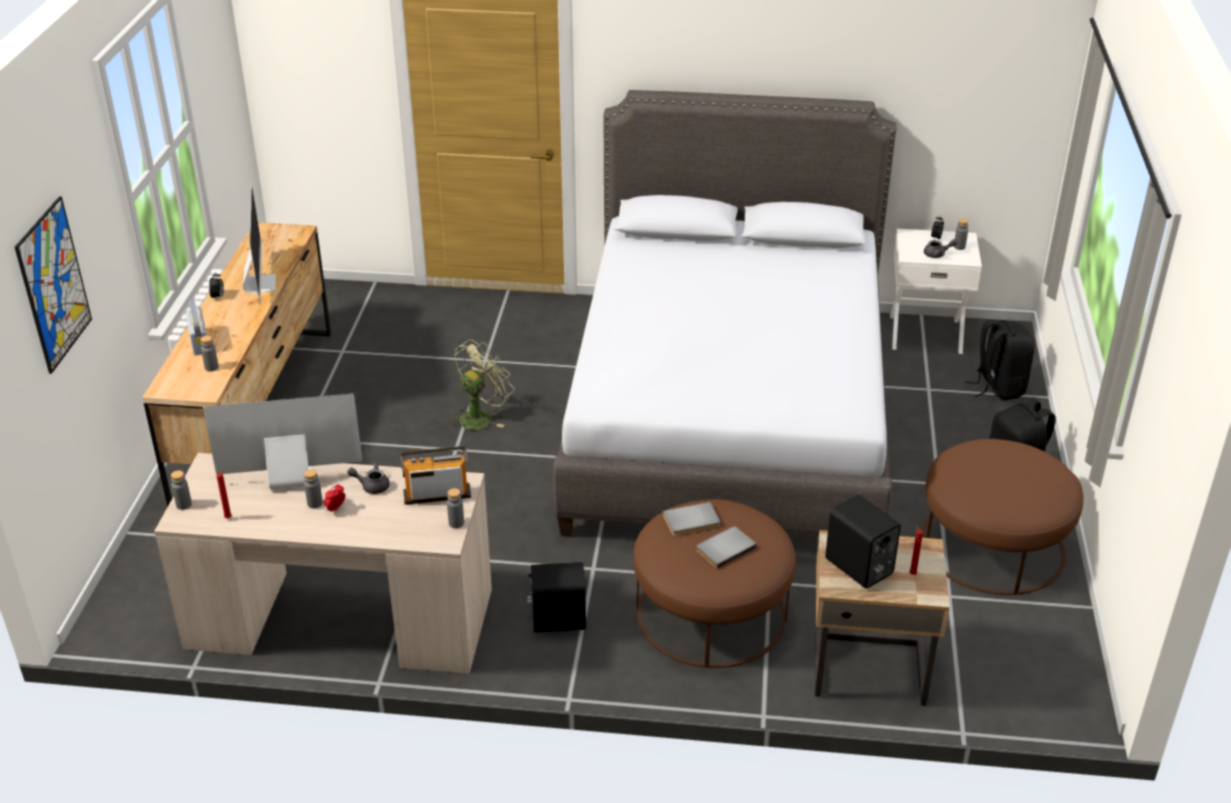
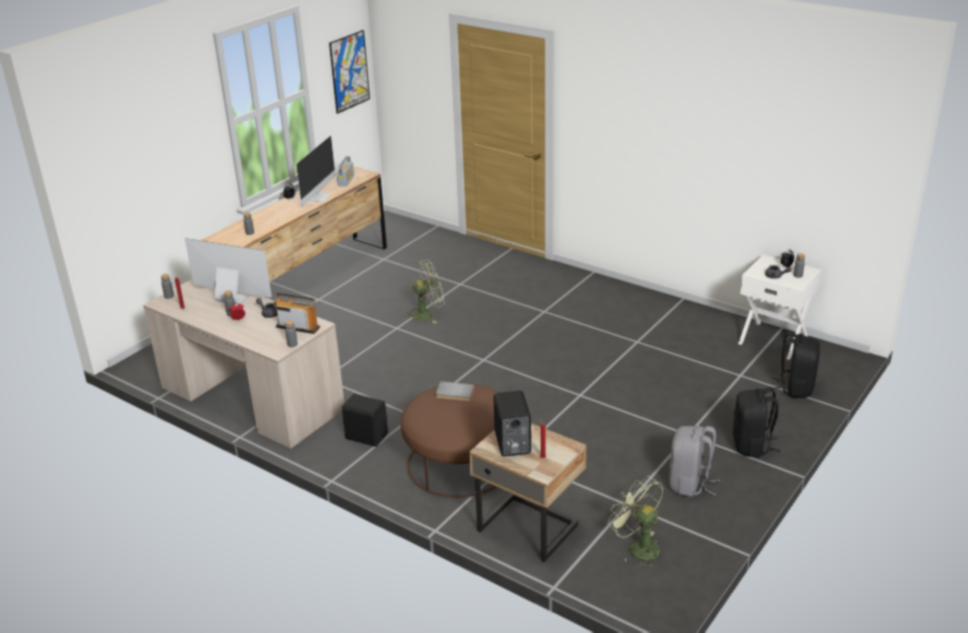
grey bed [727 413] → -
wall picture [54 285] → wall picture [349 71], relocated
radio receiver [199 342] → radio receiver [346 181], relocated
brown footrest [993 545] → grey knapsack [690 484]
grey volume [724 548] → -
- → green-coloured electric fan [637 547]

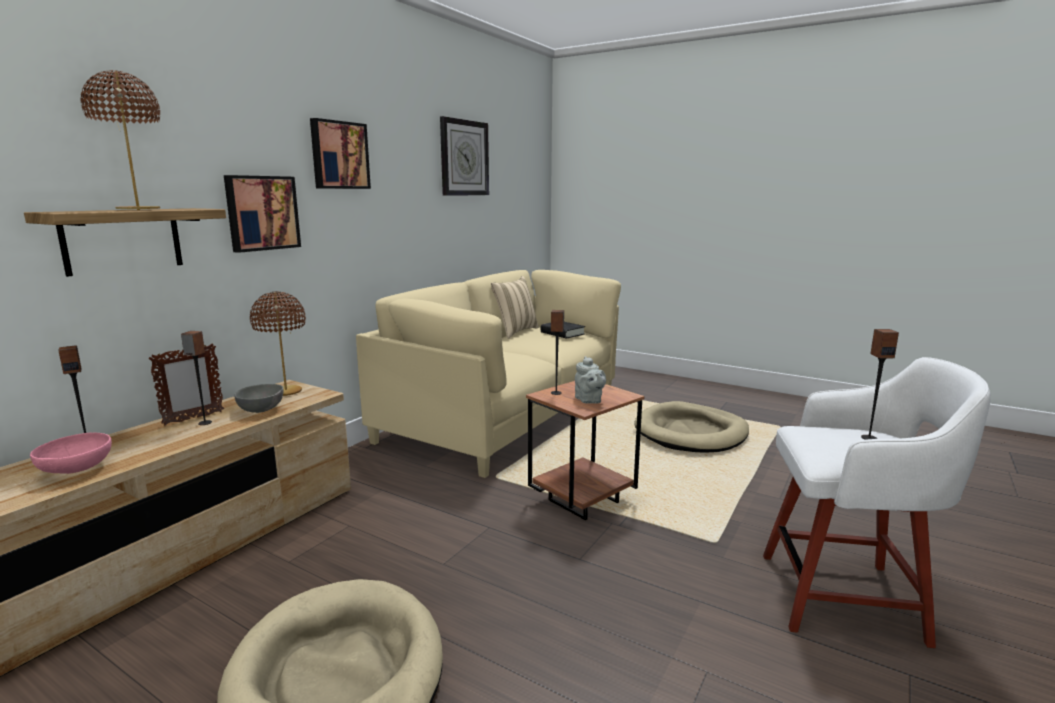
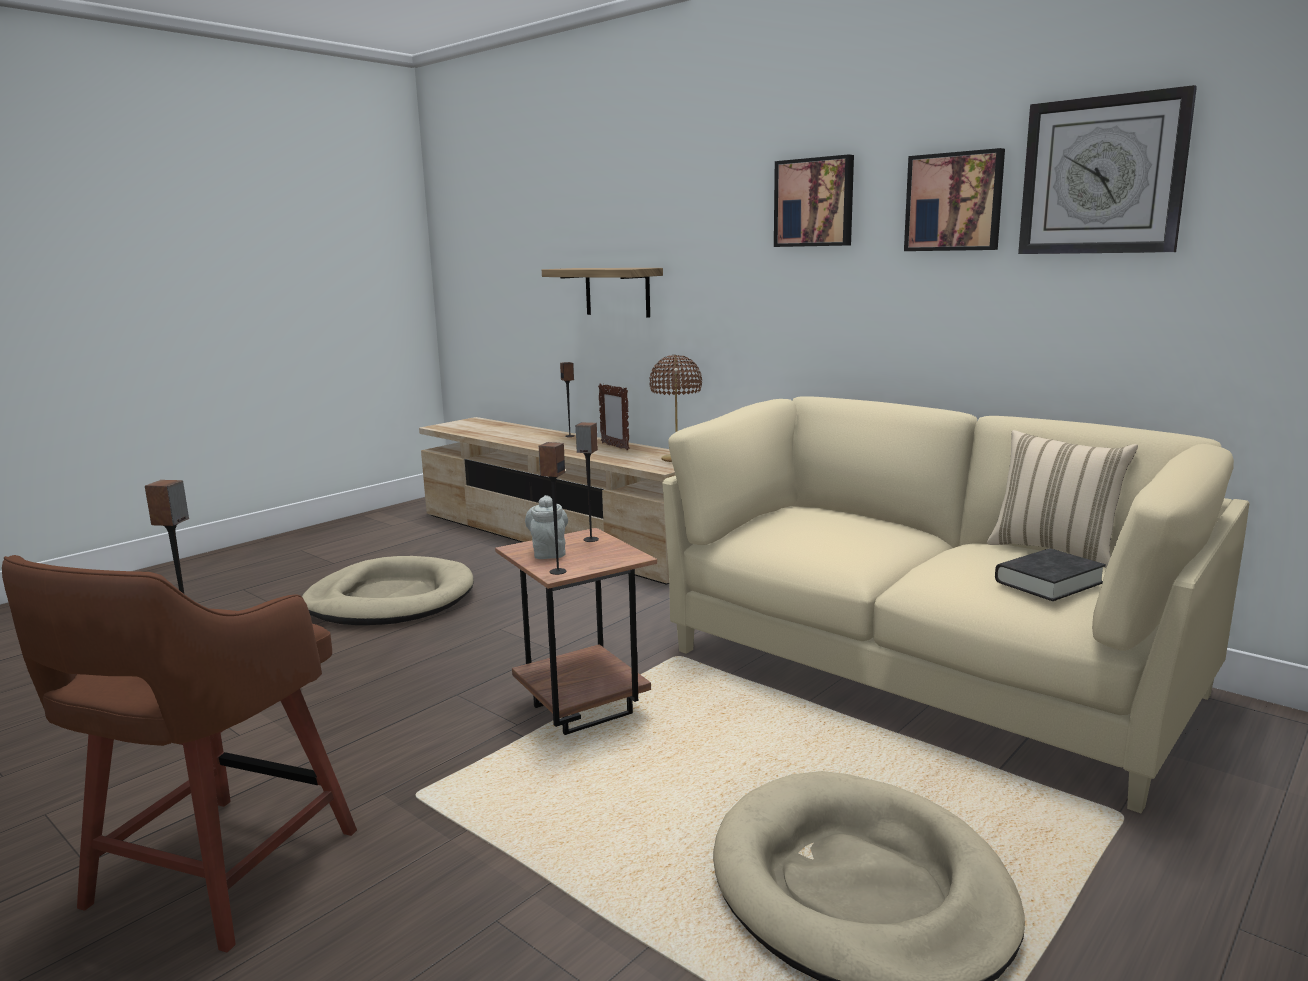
brown tabletop lamp [138 209] → -
wall picture [261 213] → wall picture [954 202], relocated
speaker [204 423] → speaker [557 571], relocated
grey pot for tea [589 400] → grey pot for tea [548 552], 90 degrees clockwise
white-coloured sitting stool [846 598] → brown sitting stool [216 873]
grey bowl [262 410] → -
pinkish bowl [77 470] → -

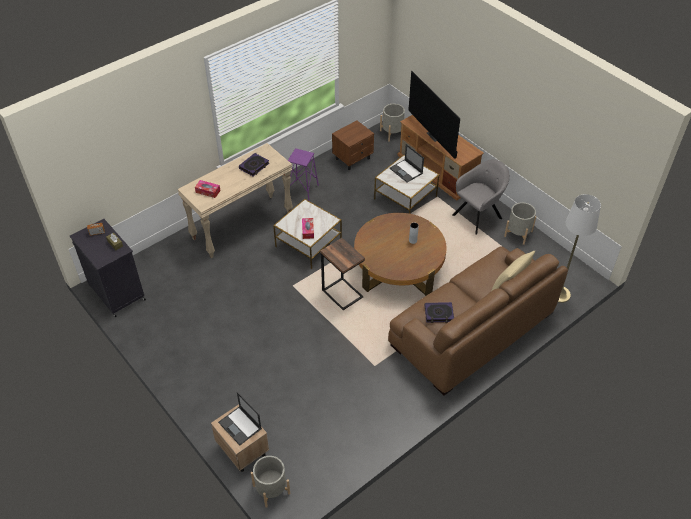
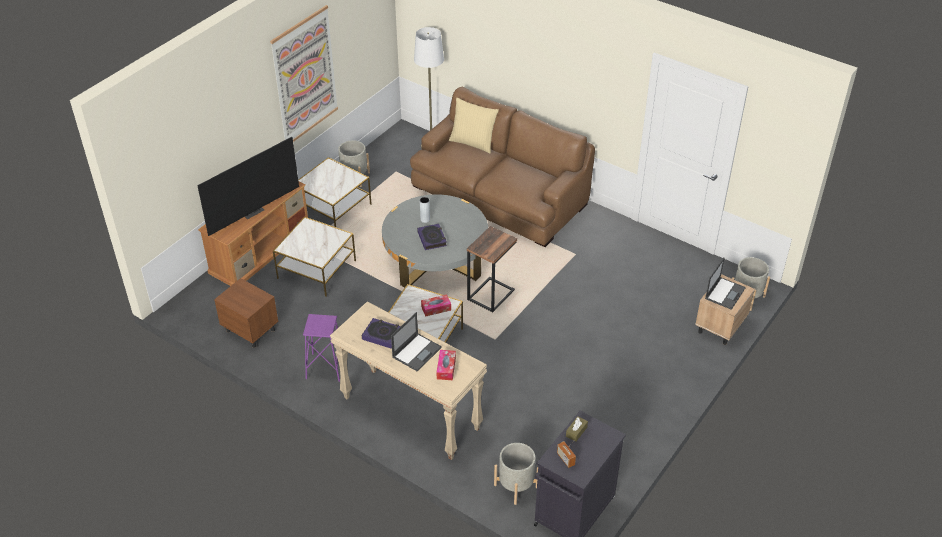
grey planter [392 133] → grey planter [516 486], relocated
notebook computer [406 171] → notebook computer [417 352], relocated
grey armchair [478 215] → accent table [333 208]
brown coffee table [398 268] → grey coffee table [435 258]
volume [439 314] → volume [432 239], relocated
- → wall picture [305 76]

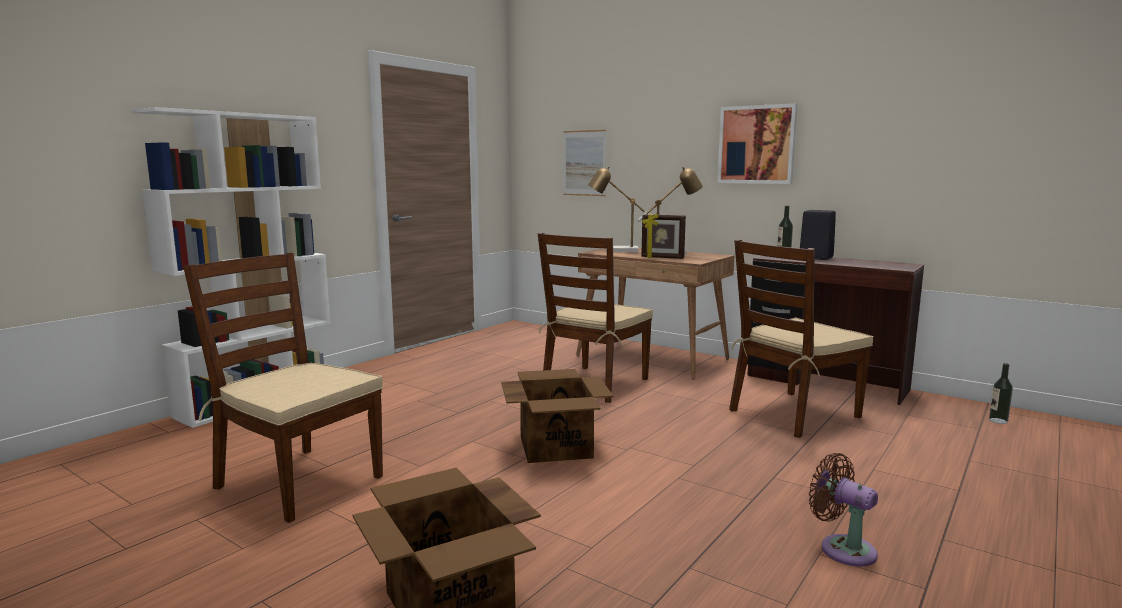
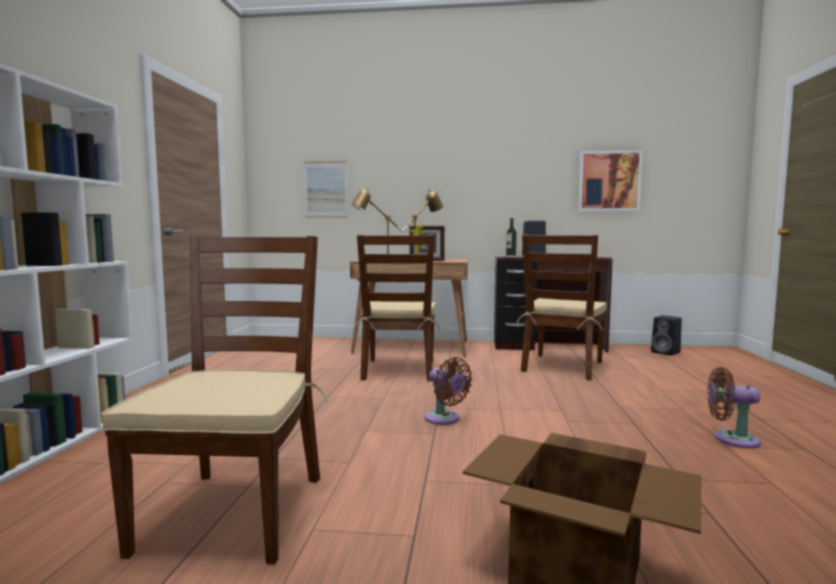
wall picture [756 144] → wall picture [609 181], relocated
brown plain chair [298 481] → brown plain chair [234 512], 90 degrees clockwise
drink bottle [998 421] → black speaker [666 352]
cardboard box [556 446] → brown electric fan [445 419]

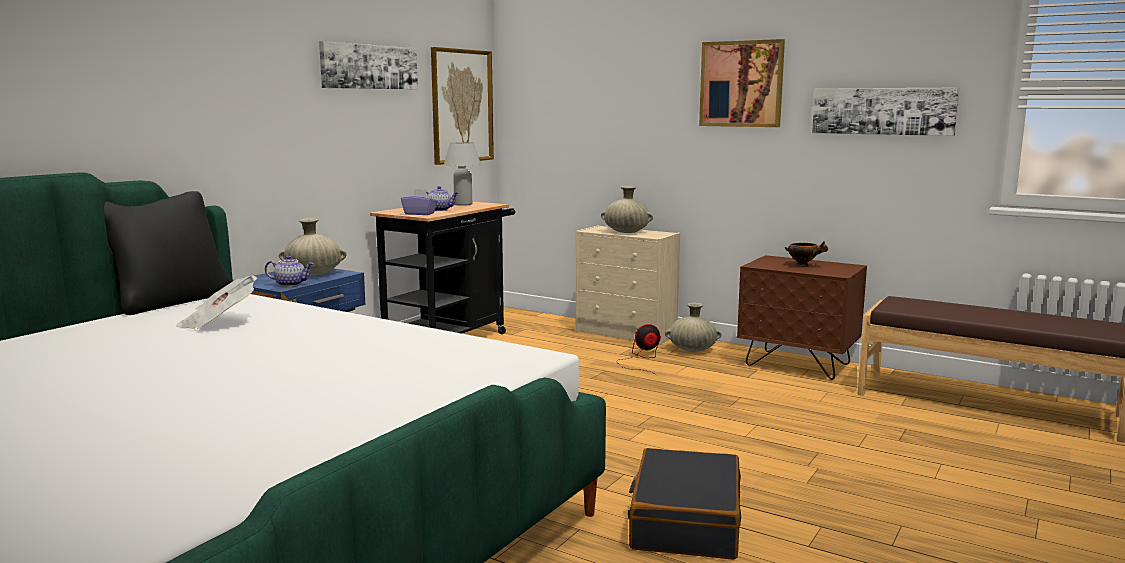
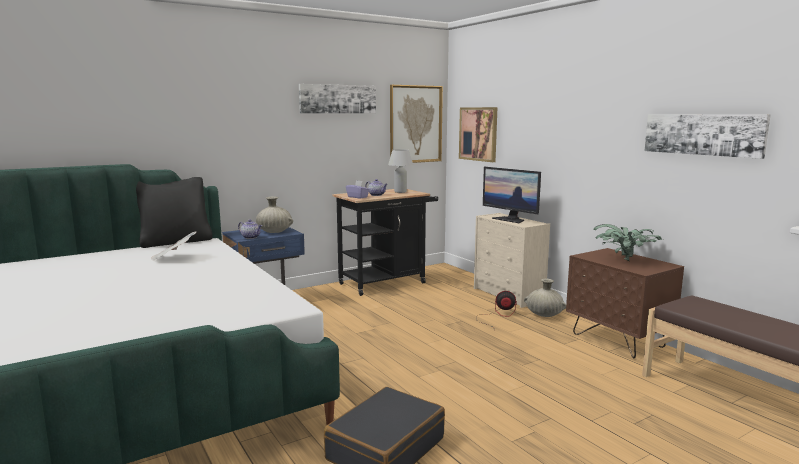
wall picture [741 84] → wall picture [478 134], relocated
beige-coloured decorative vase [626 232] → monitor [510 219]
bowl [804 265] → plant in a pot [625 260]

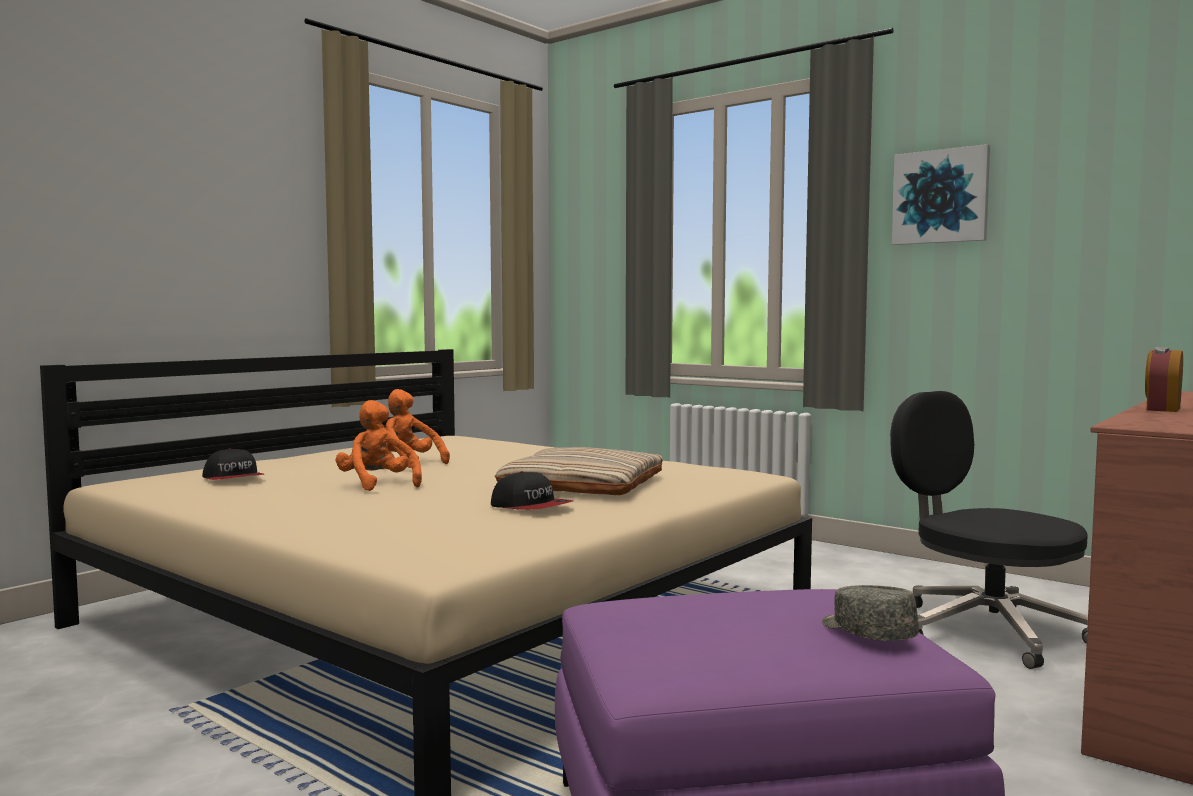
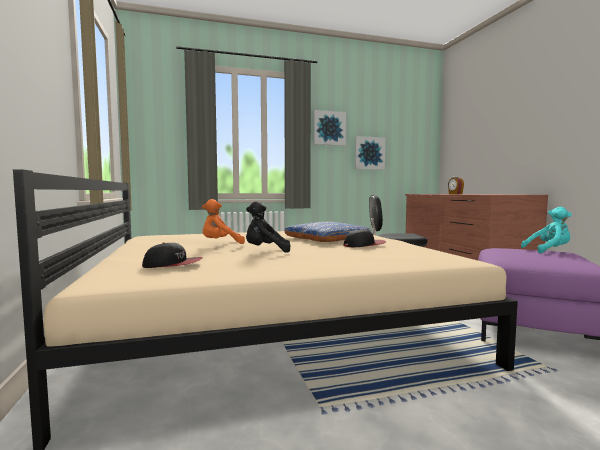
orange plush toy [377 485] → black plush toy [265 251]
beige-coloured pillow [582 485] → bluish pillow [327 238]
grey cap [866 633] → turquoise-coloured plush toy [549 251]
- → wall picture [369 153]

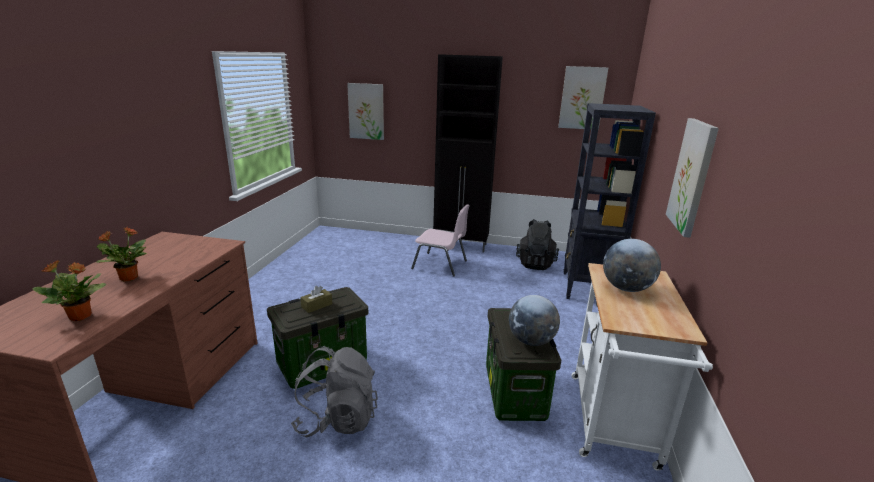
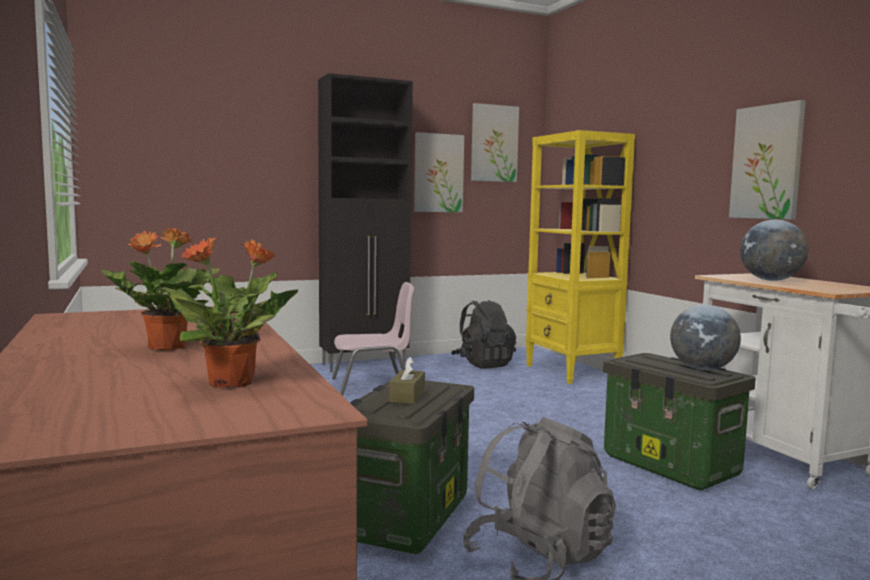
wall picture [366 111] → wall picture [438 173], relocated
black shelving unit [587 288] → yellow-coloured shelving unit [572 372]

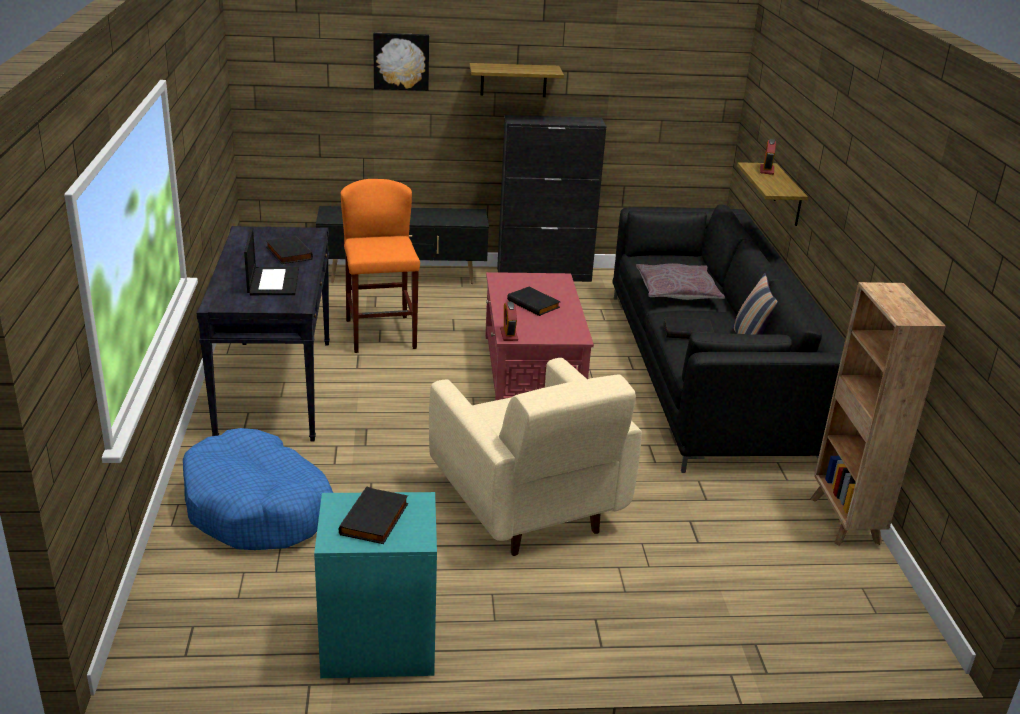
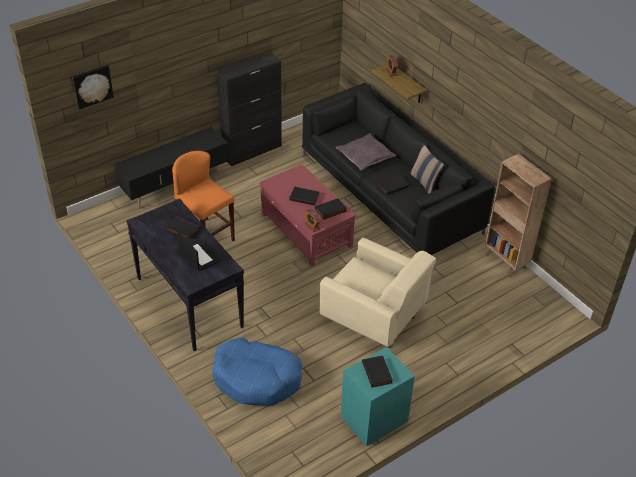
wall picture [401 61] → wall picture [92 86], relocated
wall shelf [513 80] → -
- → black volume [331 210]

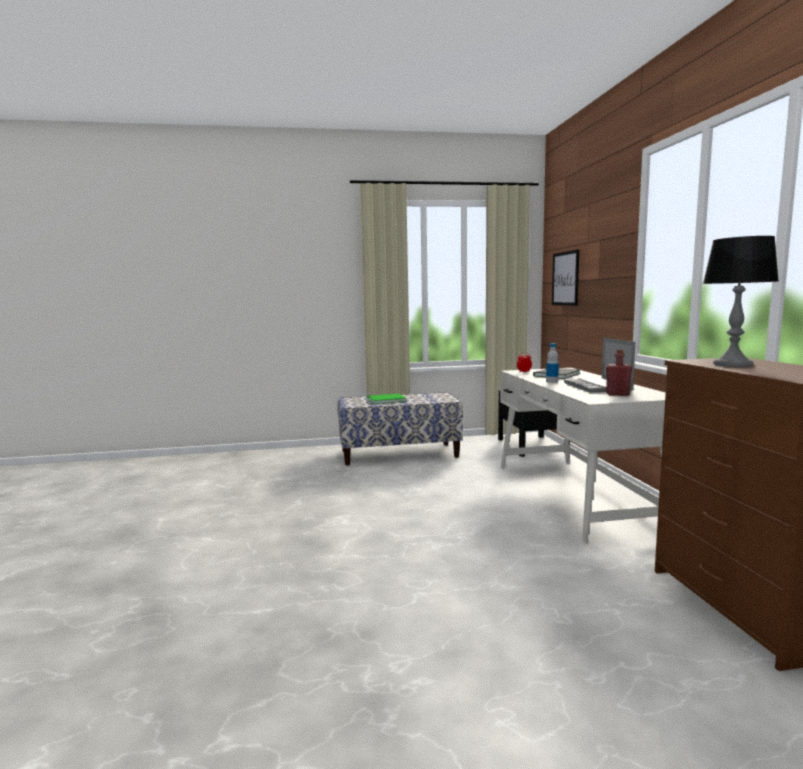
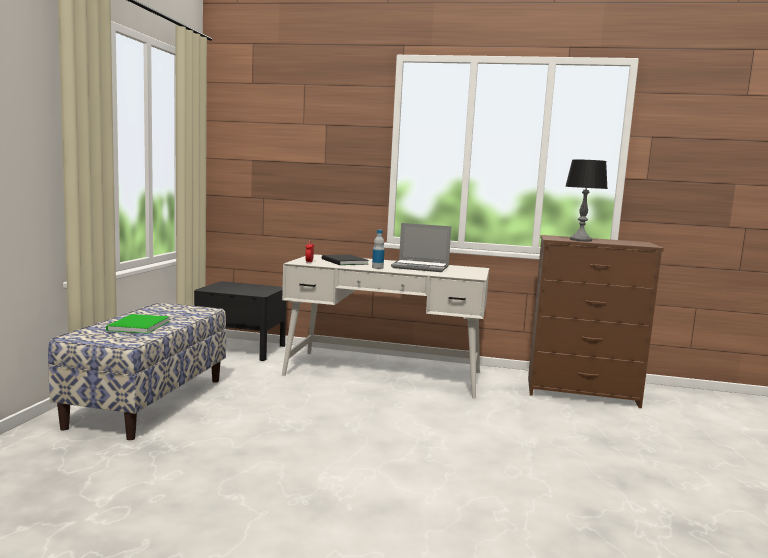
wall picture [565 278] → -
reddish drink bottle [617 394] → -

